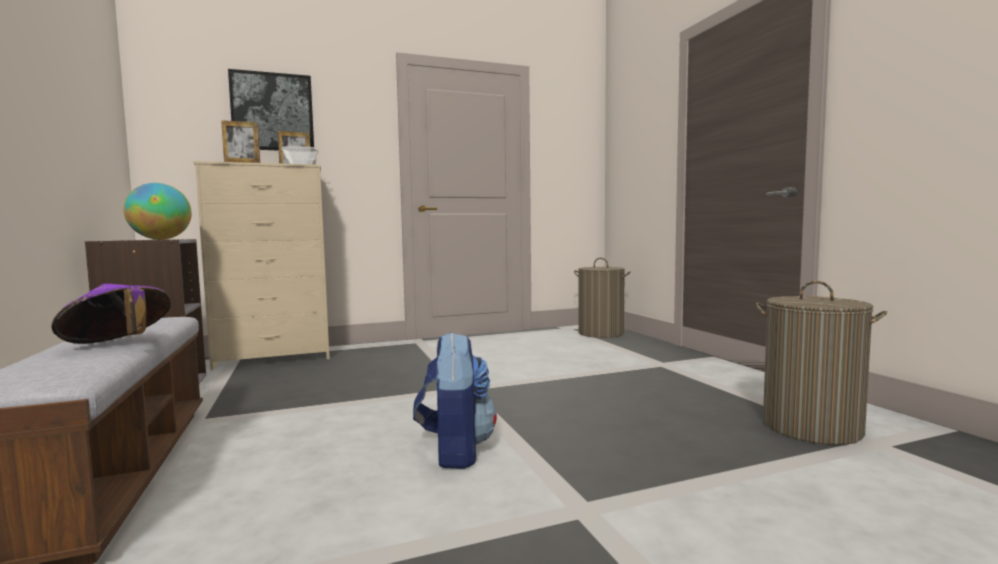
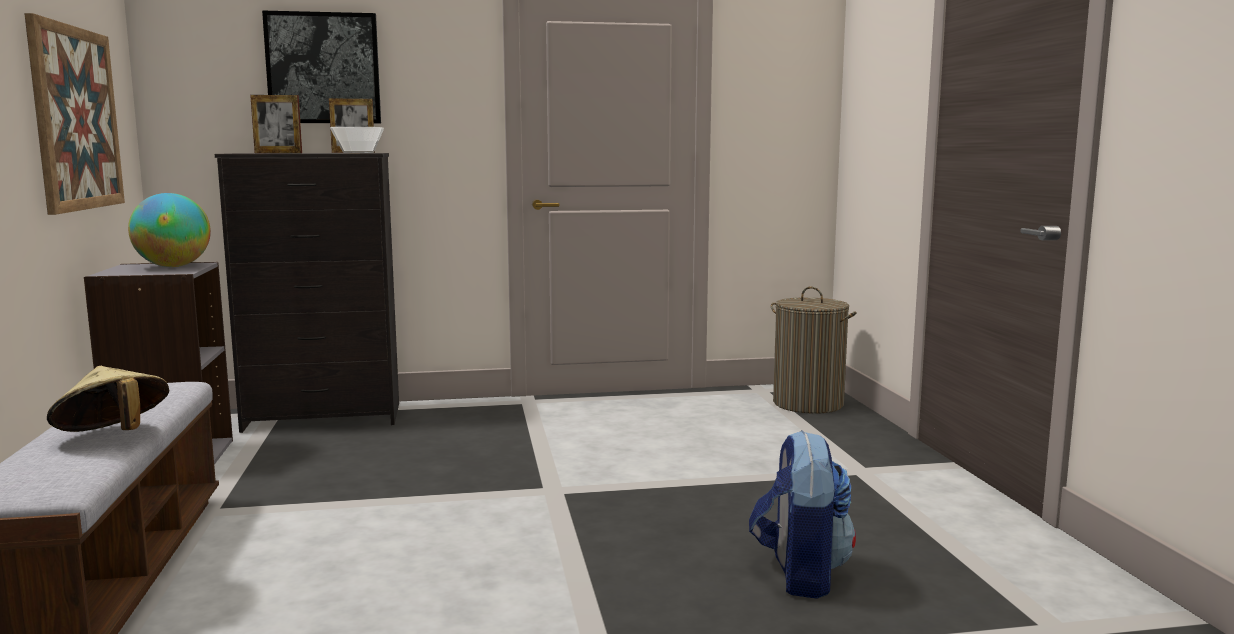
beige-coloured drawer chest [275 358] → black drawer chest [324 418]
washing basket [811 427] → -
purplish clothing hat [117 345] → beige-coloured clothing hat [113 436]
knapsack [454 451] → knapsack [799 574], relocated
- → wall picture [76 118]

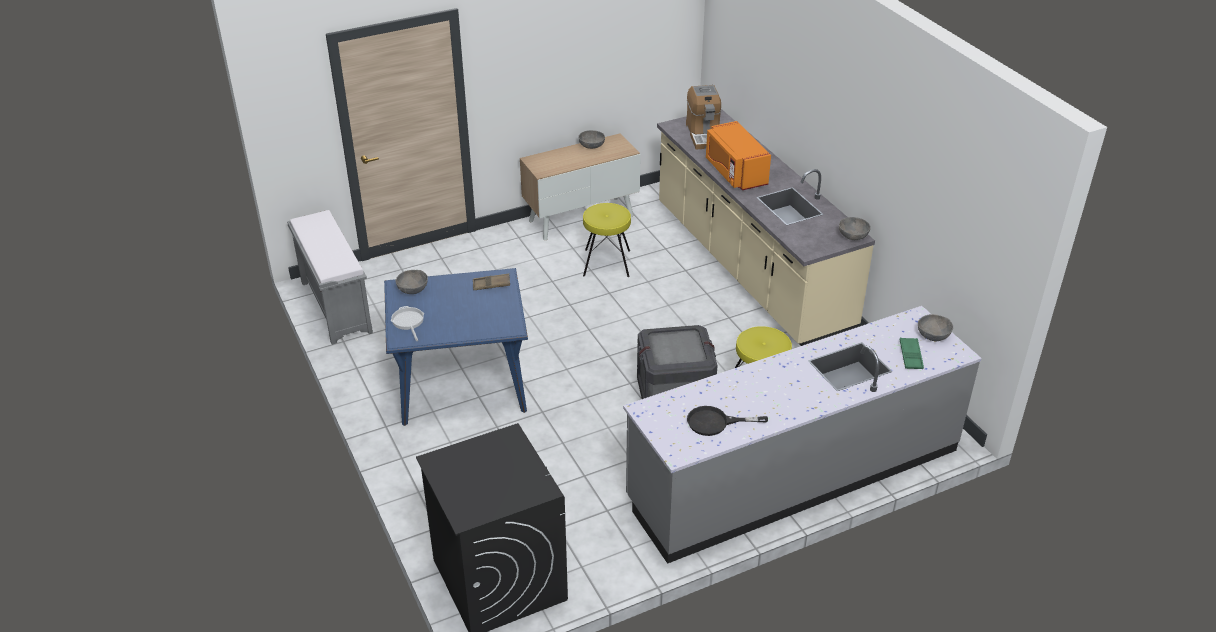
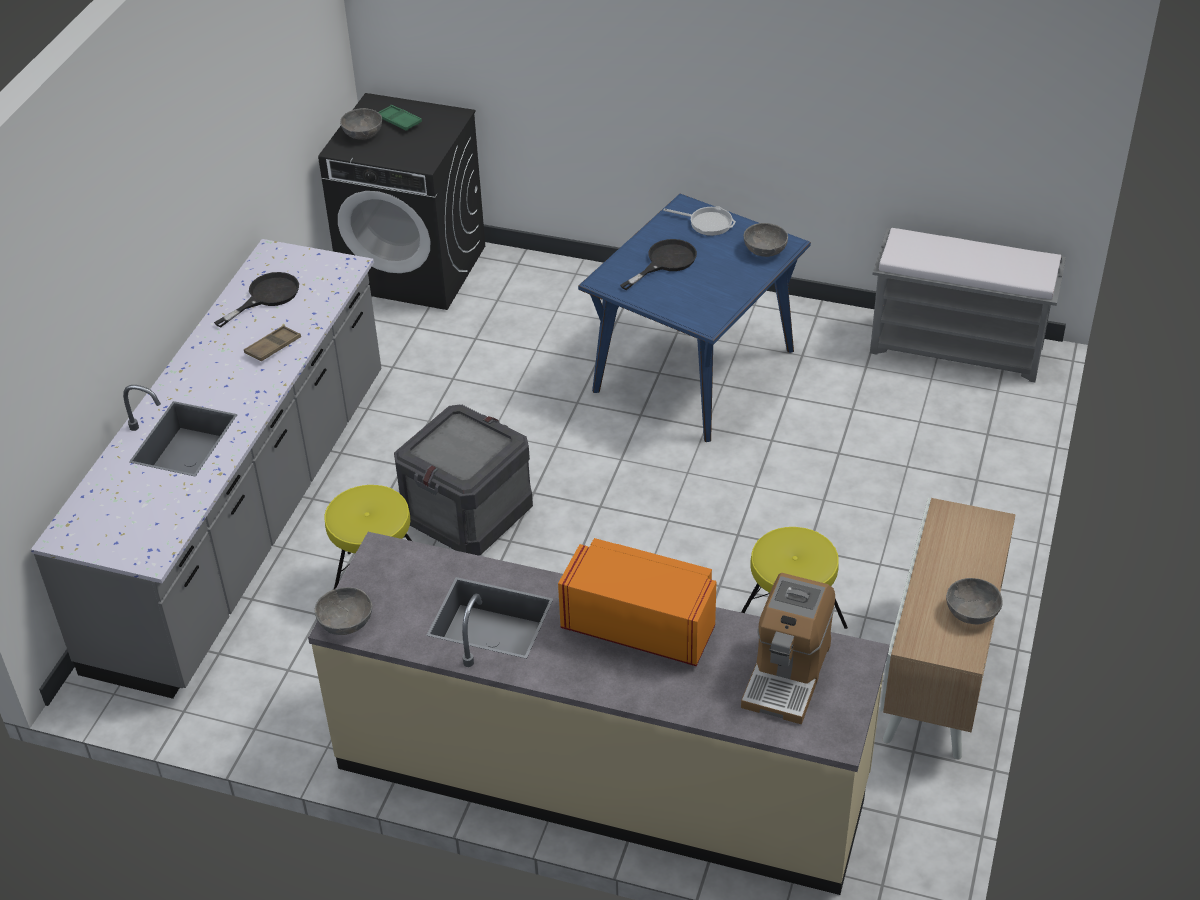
coffee machine [704 135] → coffee machine [787 674], 105 degrees counterclockwise
brown serving tray [491 284] → brown serving tray [273 347], relocated
grey bowl [933 335] → grey bowl [362 134], relocated
green-coloured serving tray [910 356] → green-coloured serving tray [399 121], relocated
- → black frying pan [665 262]

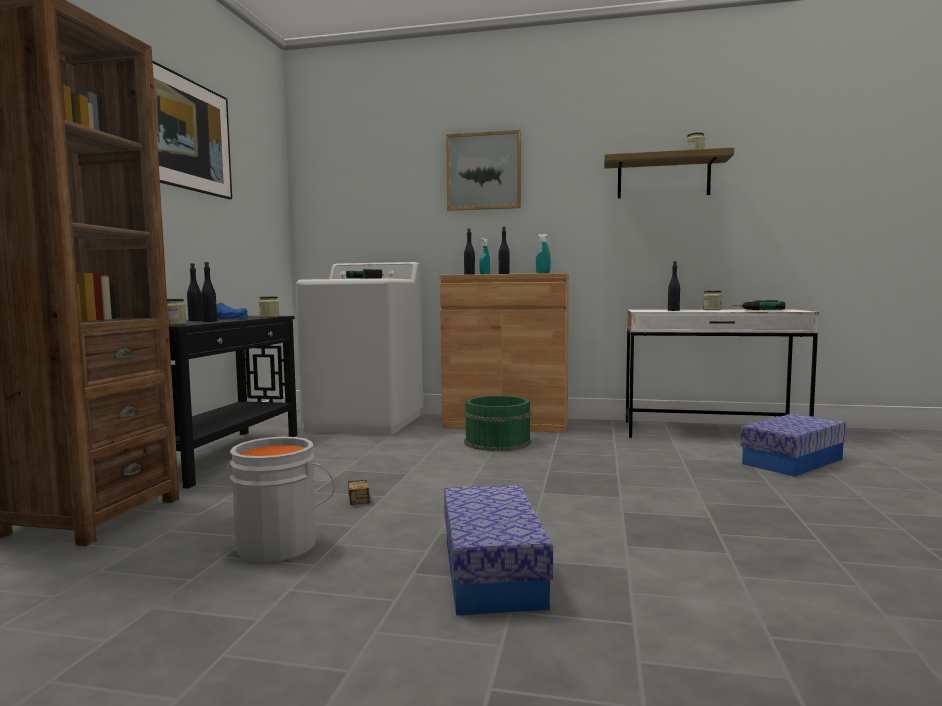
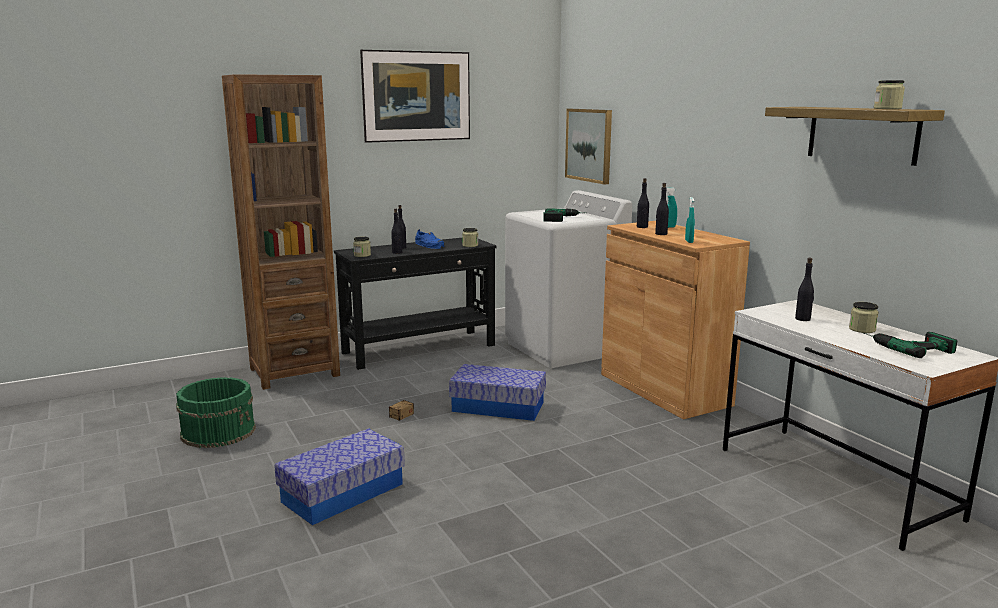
wall picture [483 171] → wall picture [589 145], relocated
green-coloured water bucket [497 442] → green-coloured water bucket [219 431], relocated
storage box [792 461] → storage box [498 407], relocated
grey water bucket [279 544] → -

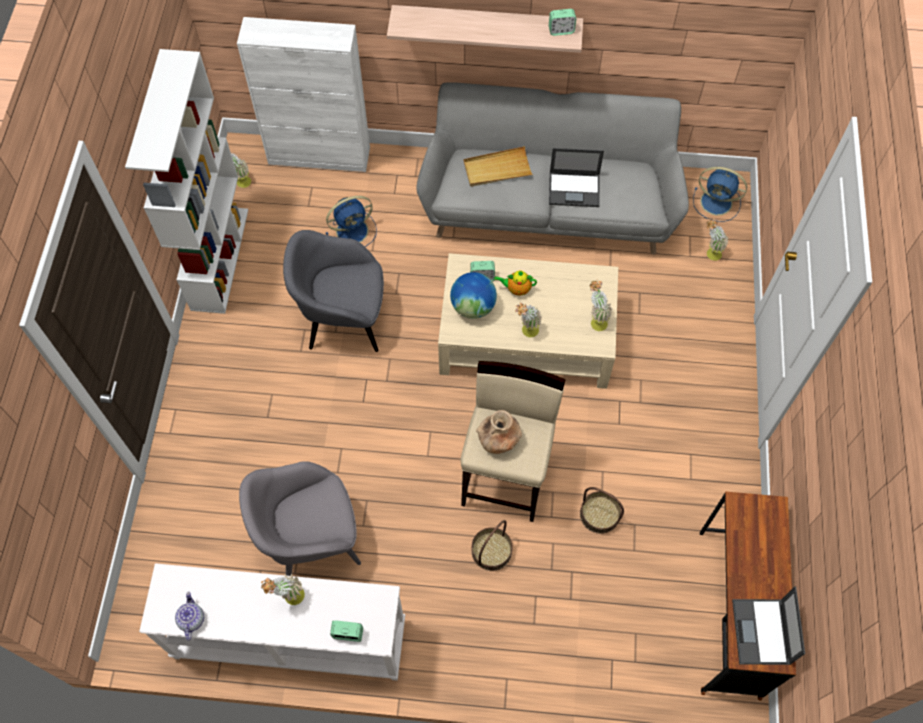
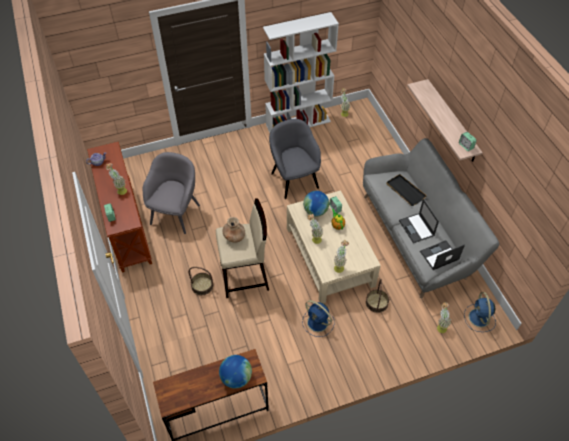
white-coloured cabinet [320 156] → -
beige-coloured serving tray [497 169] → black serving tray [405 191]
bluish electric fan [353 230] → bluish electric fan [318 323], relocated
grey armchair [311 540] → grey armchair [175 213], 60 degrees clockwise
storage basket [599 514] → storage basket [376 303], relocated
white-coloured narrow table [289 641] → brown narrow table [125 225]
notebook computer [761 633] → notebook computer [439 255], relocated
- → world globe [236 378]

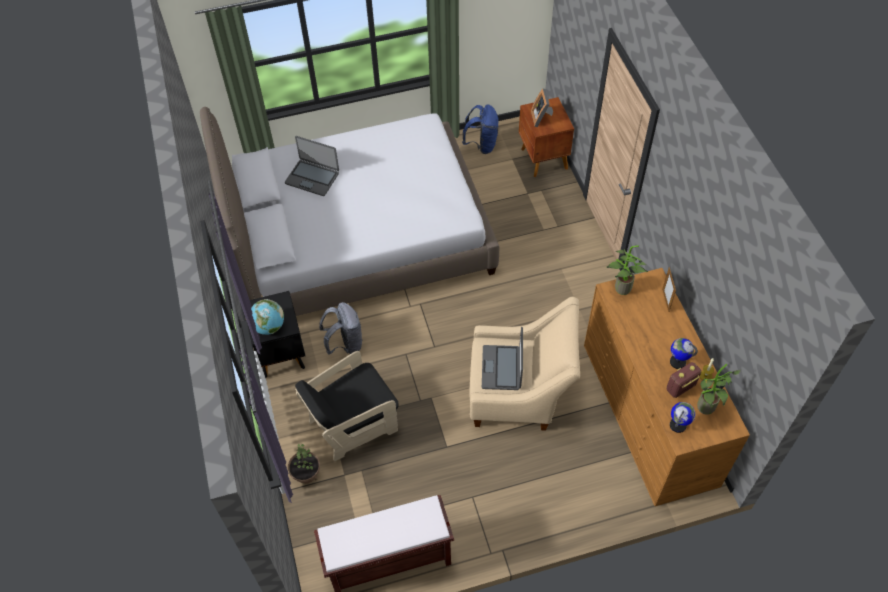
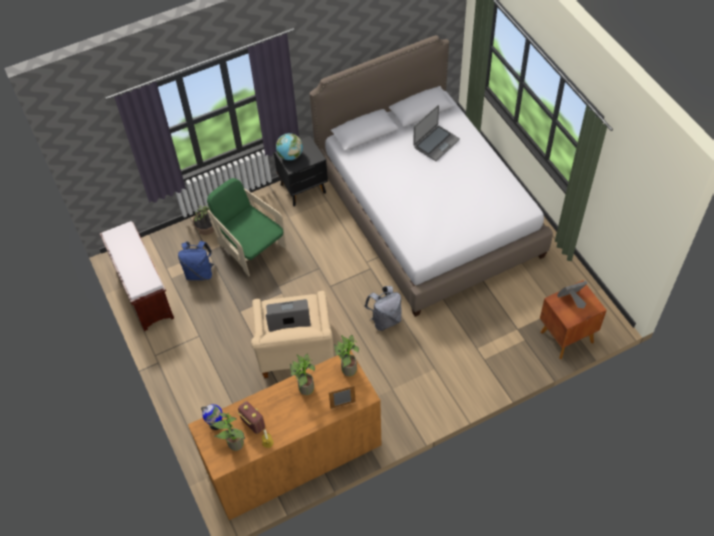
bluish knapsack [482 145] → bluish knapsack [199 273], relocated
notebook computer [312 178] → notebook computer [436 143], 150 degrees counterclockwise
grey knapsack [345 343] → grey knapsack [385 319], relocated
world globe [677 362] → -
black armchair [353 424] → green-coloured armchair [250 247]
- → plant in a pot [304 387]

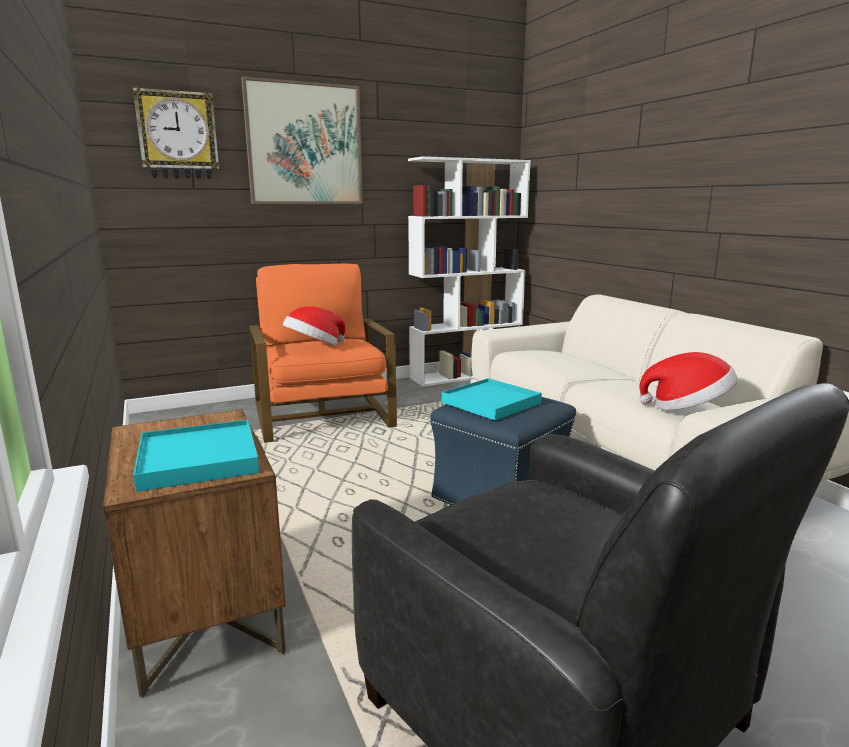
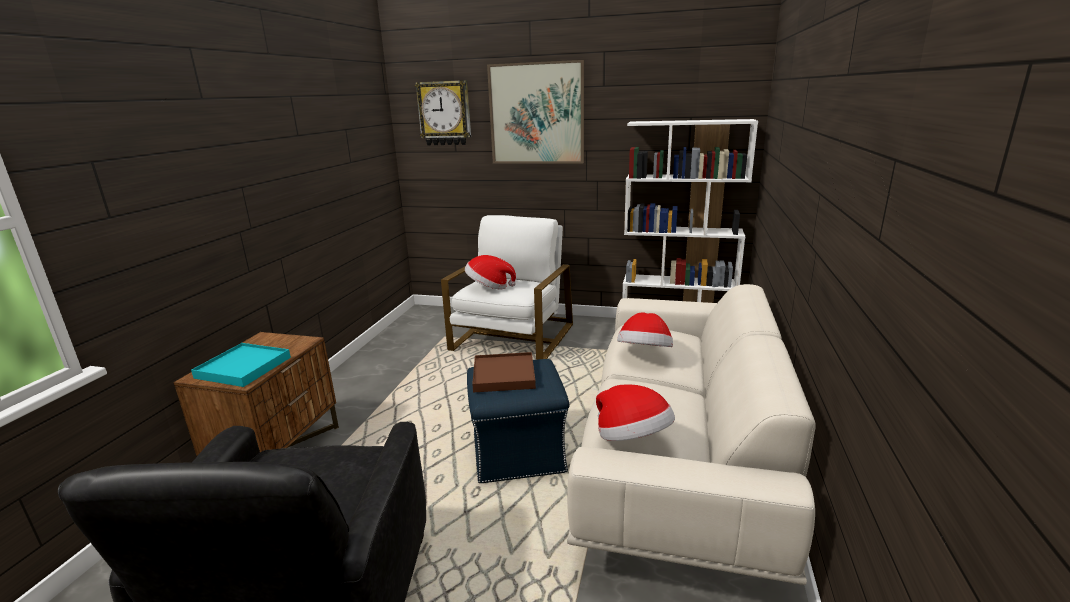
orange armchair [323 415] → white-coloured armchair [513 338]
turquoise-coloured serving tray [491 402] → brown serving tray [504 375]
- → clothing hat [644 354]

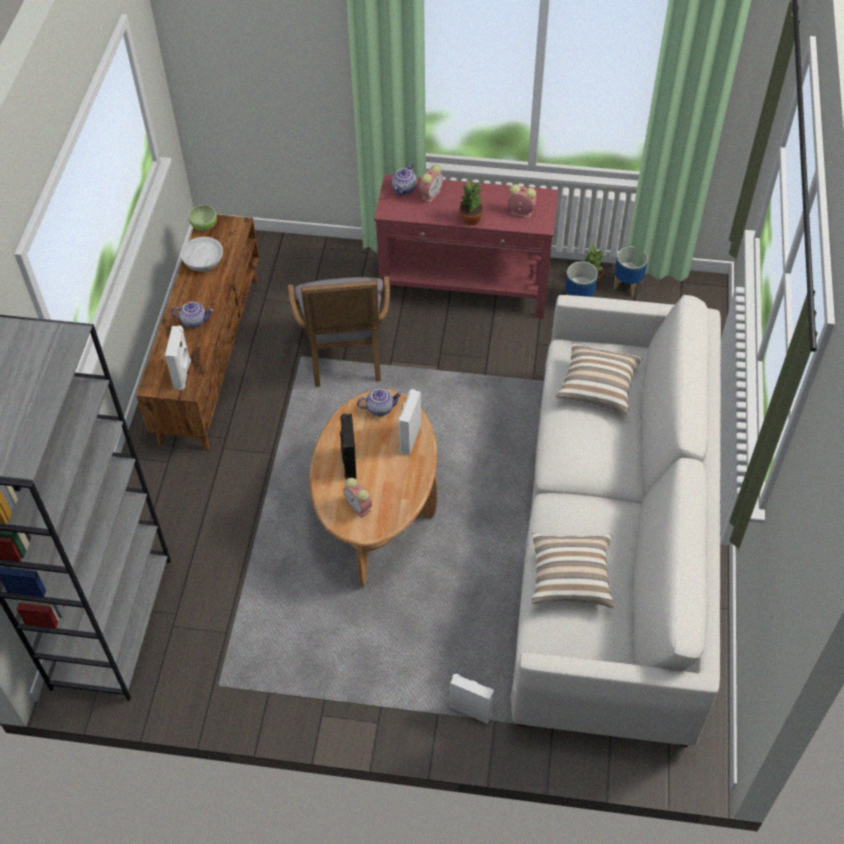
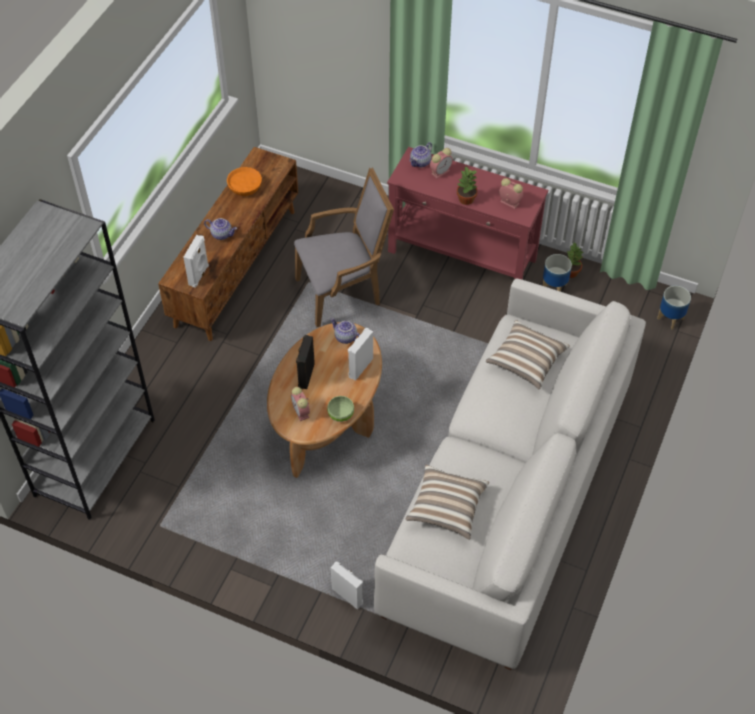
green-coloured bowl [204 226] → green-coloured bowl [340 415], relocated
white-coloured bowl [204 260] → orange bowl [245 187]
planter [628 285] → planter [670 319], relocated
grey armchair [345 358] → grey armchair [343 292], 120 degrees counterclockwise
pot for tea [380 408] → pot for tea [345 337], 150 degrees counterclockwise

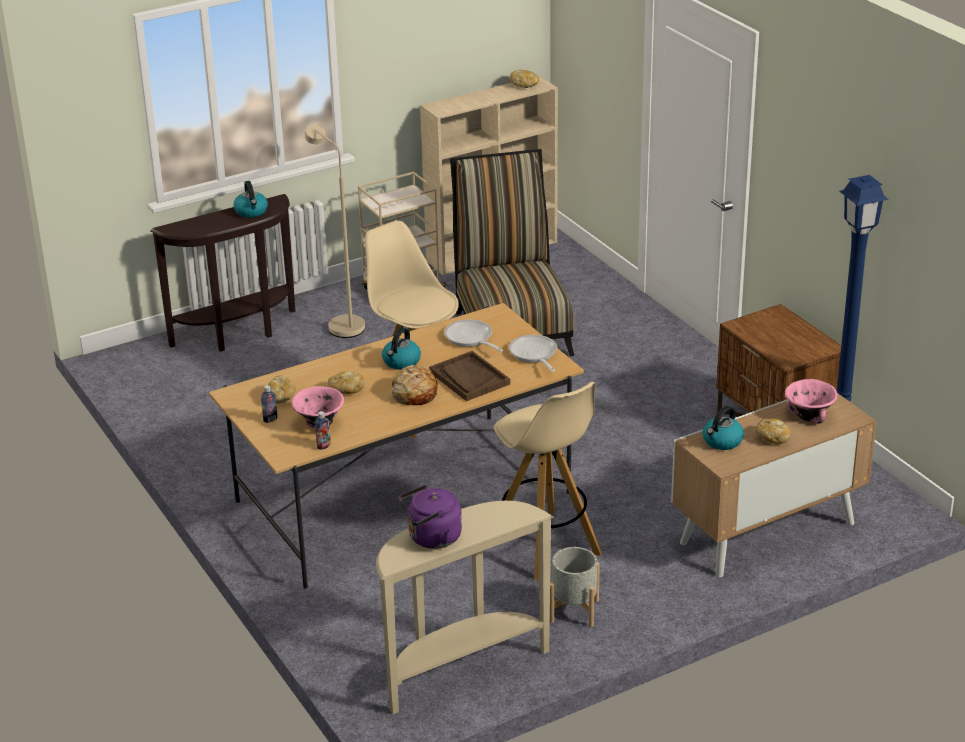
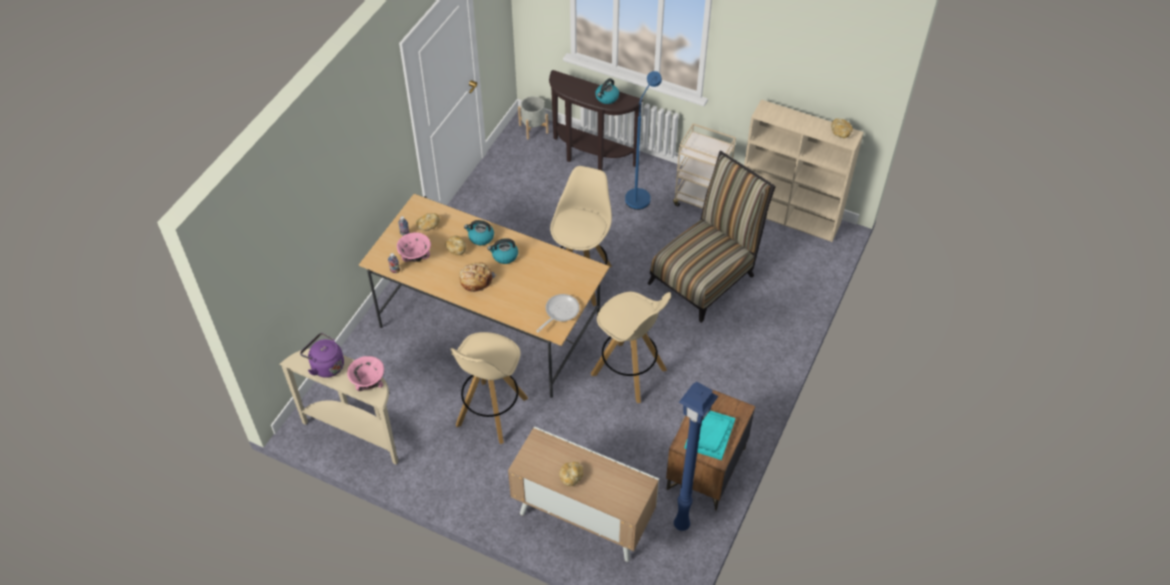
beige-coloured standard lamp [341 324] → bluish standard lamp [640 195]
frying pan [471 339] → -
brown serving tray [469 378] → -
pinkish bowl [809 416] → pinkish bowl [368 382], relocated
kettle [722 441] → kettle [480 237], relocated
grey planter [574 610] → grey planter [533 129], relocated
- → beige-coloured sitting stool [629 372]
- → turquoise-coloured serving tray [710 434]

